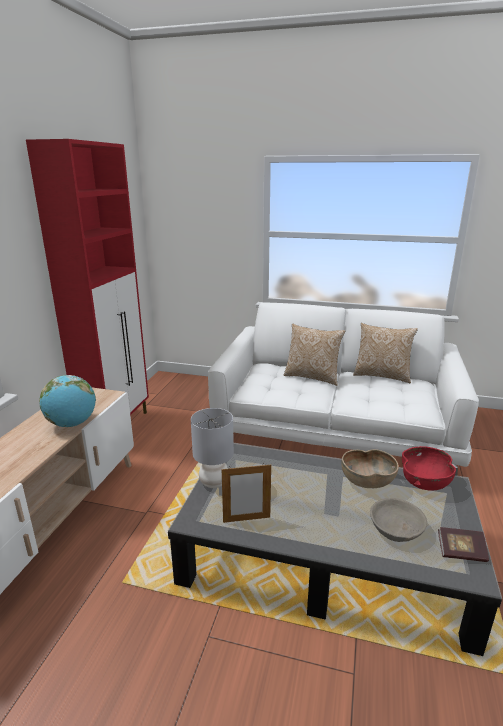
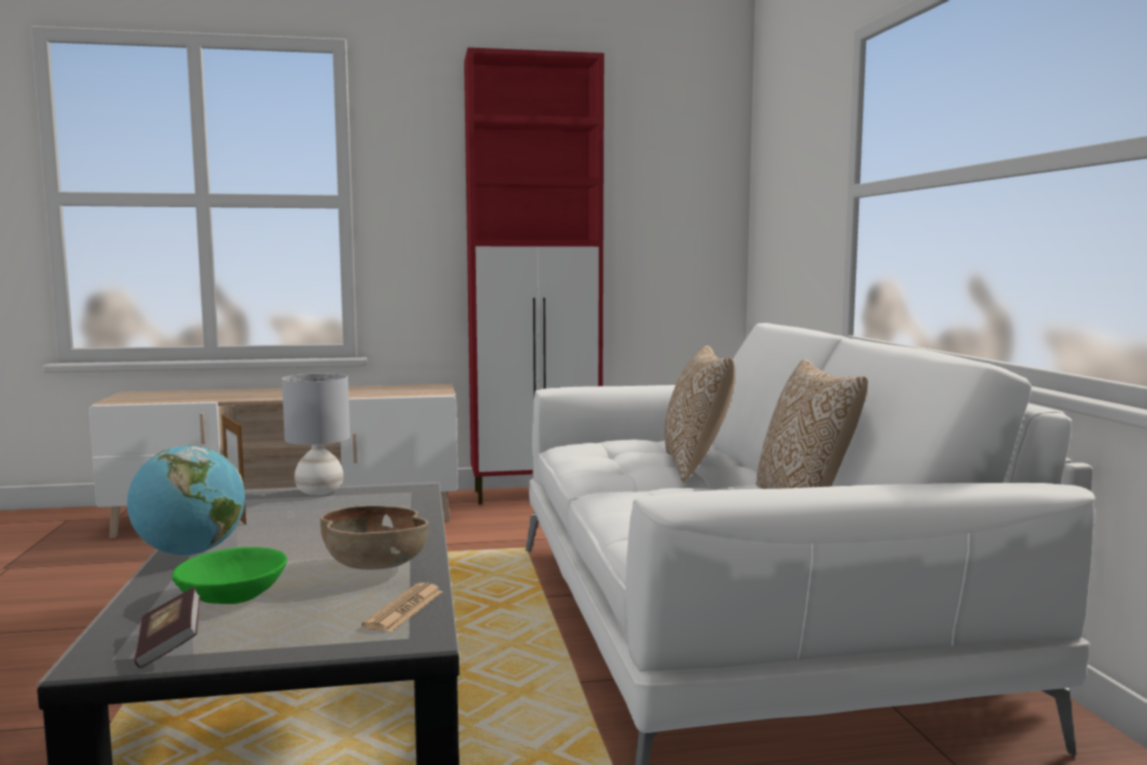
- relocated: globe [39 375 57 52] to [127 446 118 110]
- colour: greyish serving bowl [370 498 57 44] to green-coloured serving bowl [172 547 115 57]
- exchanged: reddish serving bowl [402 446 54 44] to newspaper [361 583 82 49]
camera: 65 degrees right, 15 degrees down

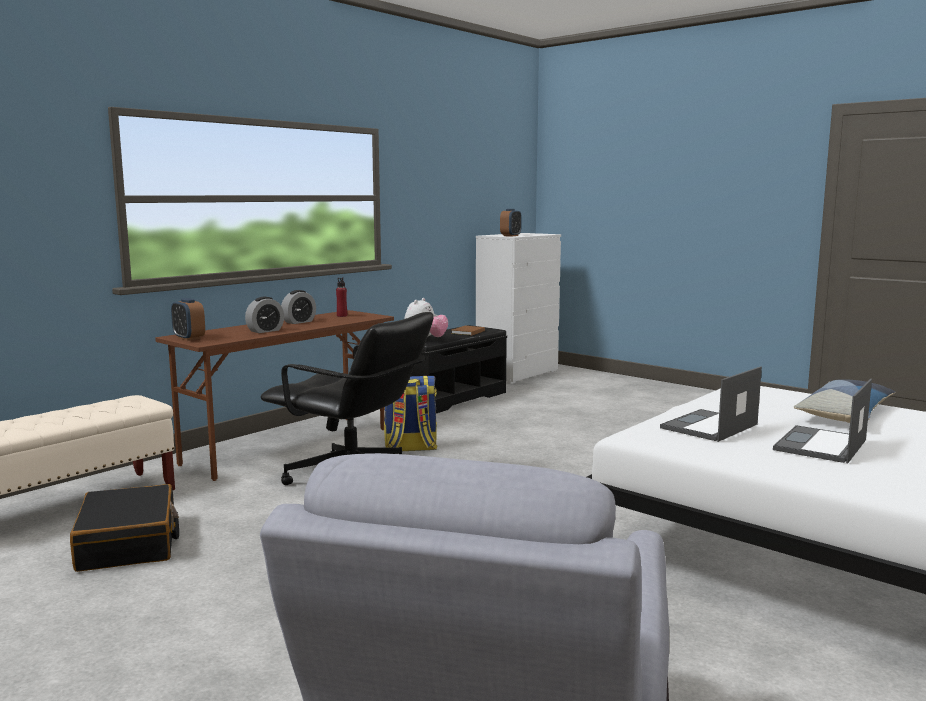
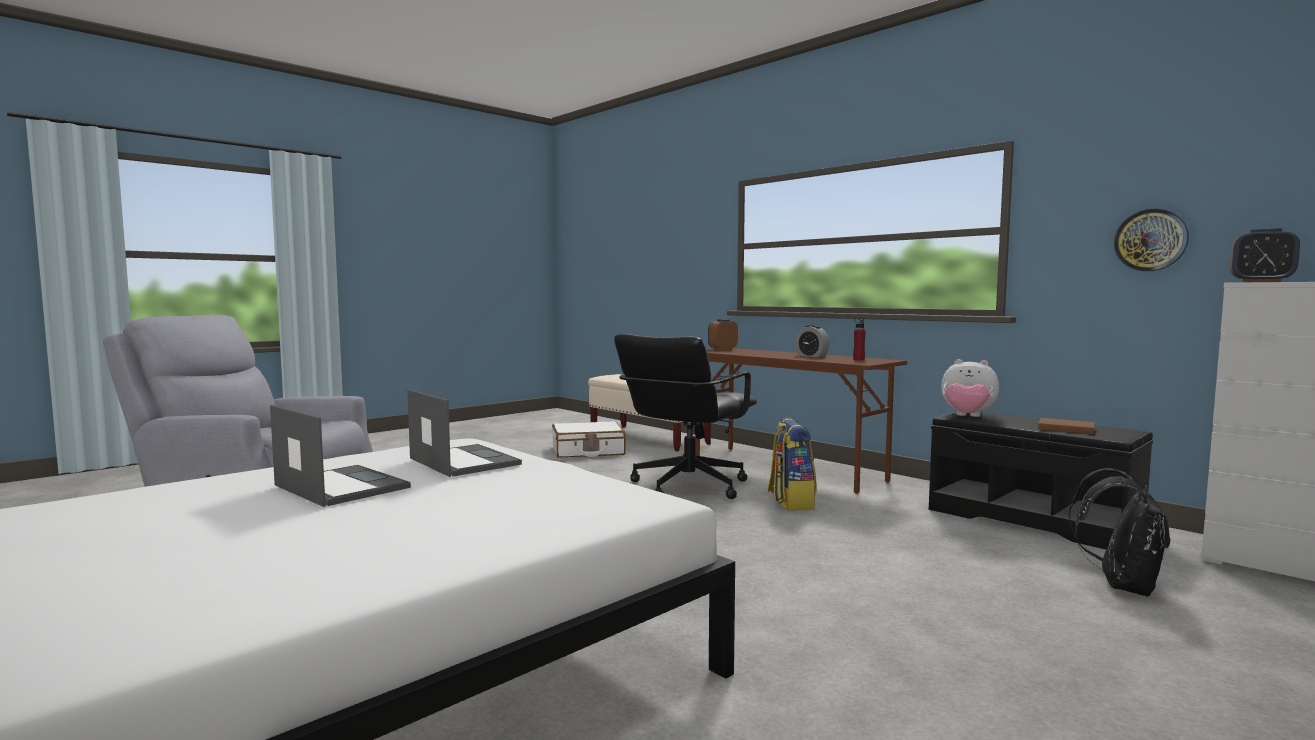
- colour: blackish travel case [70 484 109 88] to whitish travel case [552 421 74 37]
- missing: bedside clock [245 297 39 36]
- missing: cushion [794 379 102 44]
- appeared: blackish backpack [1069 468 101 129]
- appeared: clock on the wall [1114 209 75 63]
camera: 95 degrees right, 5 degrees down

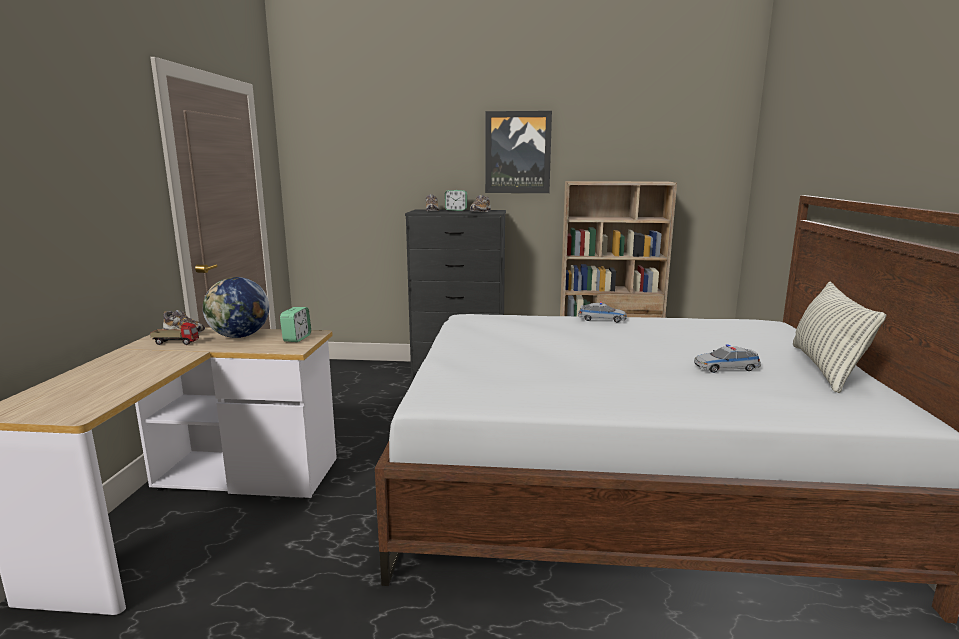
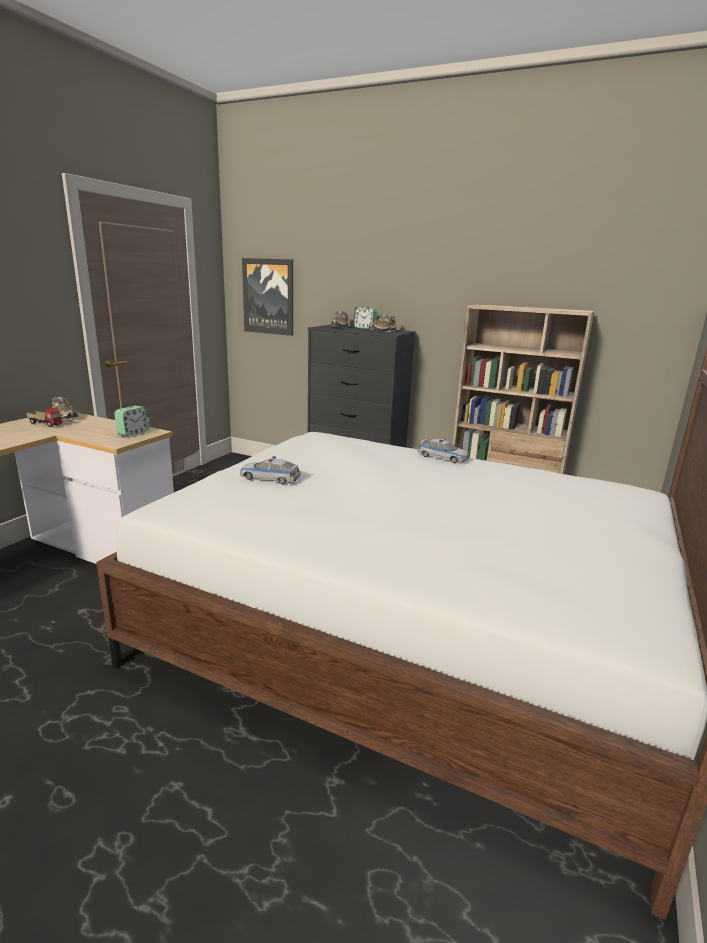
- missing: globe [203 277 66 61]
- relocated: picture [485 111 67 82] to [242 258 51 78]
- relocated: model car [694 344 67 29] to [240 456 61 28]
- missing: cushion [793 282 93 111]
camera: 20 degrees right, 5 degrees up

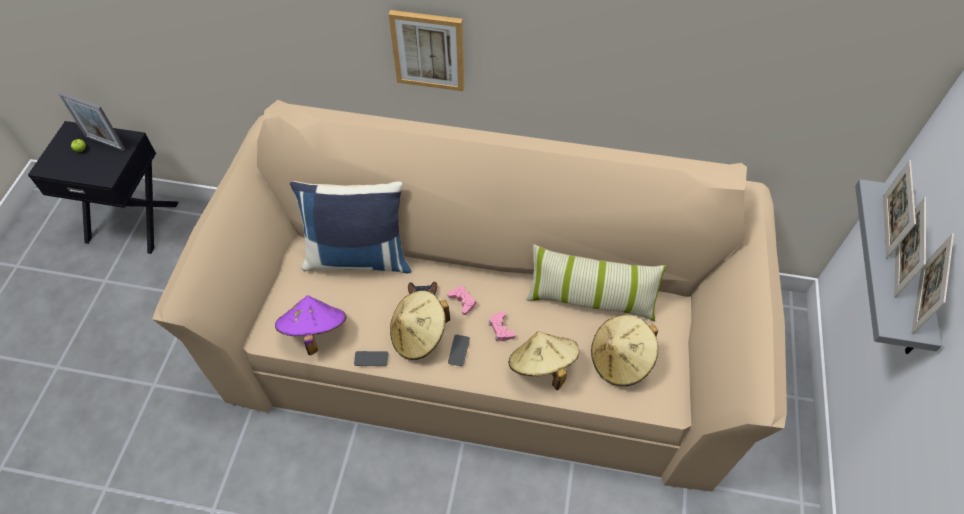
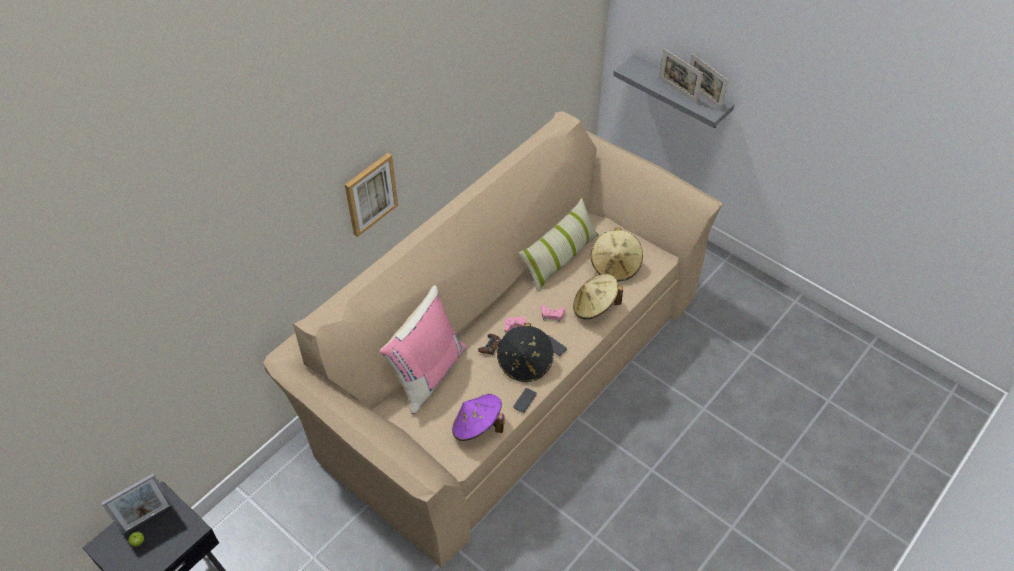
- colour: blue cushion [290 181 122 93] to pinkish cushion [380 285 87 129]
- colour: beige wearable hat [390 291 60 69] to blackish wearable hat [497 323 56 59]
- missing: standing frame [883 160 33 99]
camera: 60 degrees left, 5 degrees down

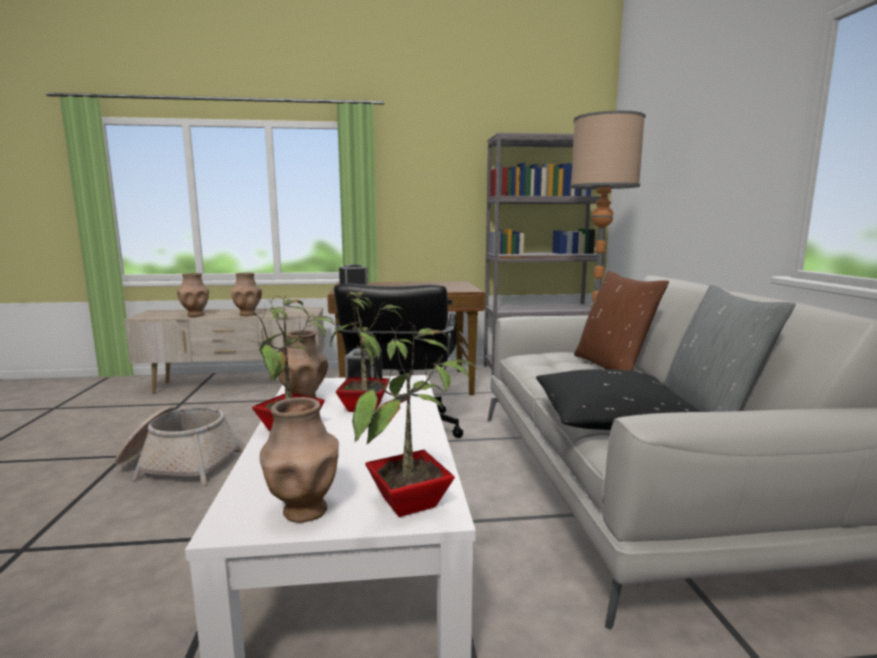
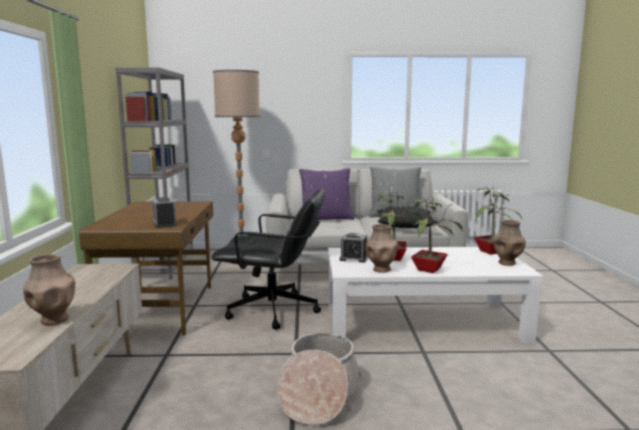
- missing: brown vase [231 273 31 43]
- colour: brown cushion [574 271 95 100] to purplish cushion [299 168 55 52]
camera: 85 degrees left, 0 degrees up

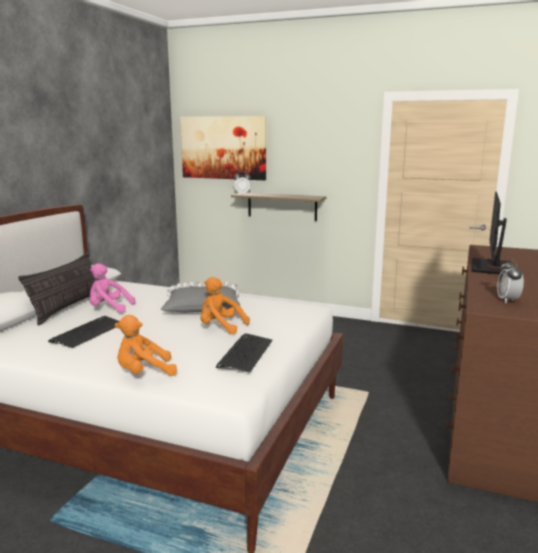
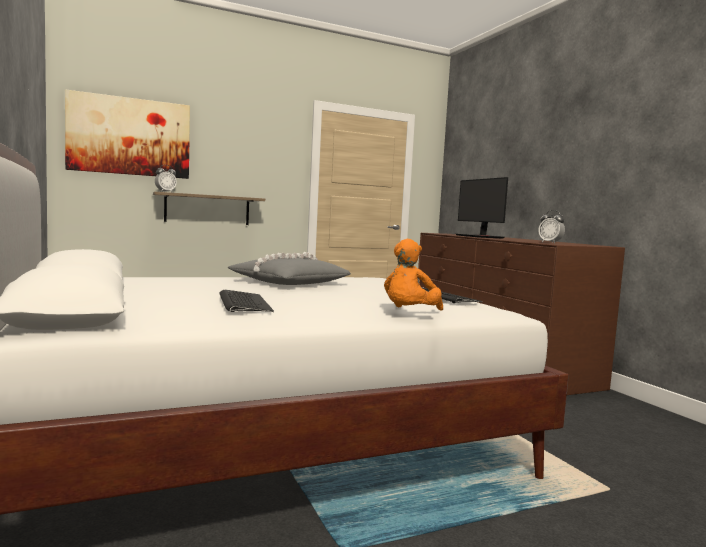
- missing: cushion [18 252 78 74]
- missing: pinkish soft toy [90 263 45 50]
- missing: orange-coloured soft toy [200 277 50 57]
camera: 45 degrees left, 10 degrees down

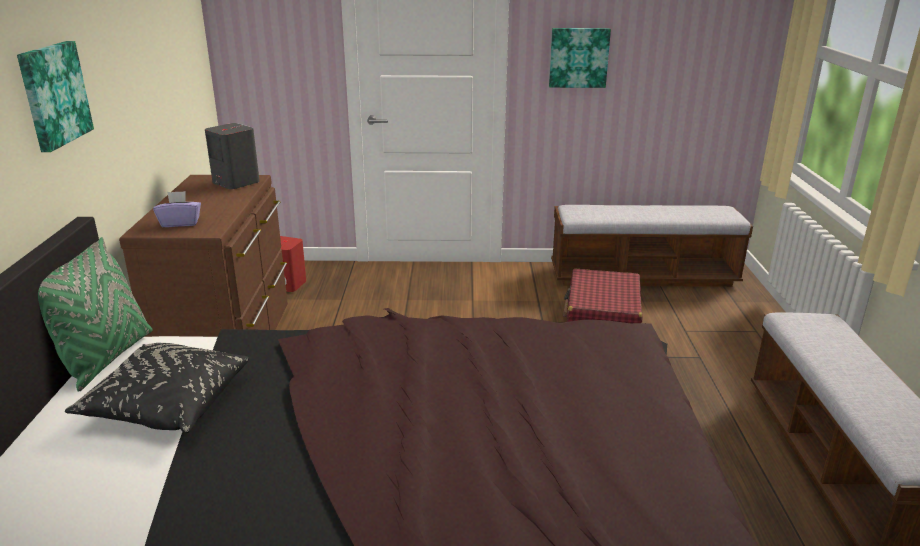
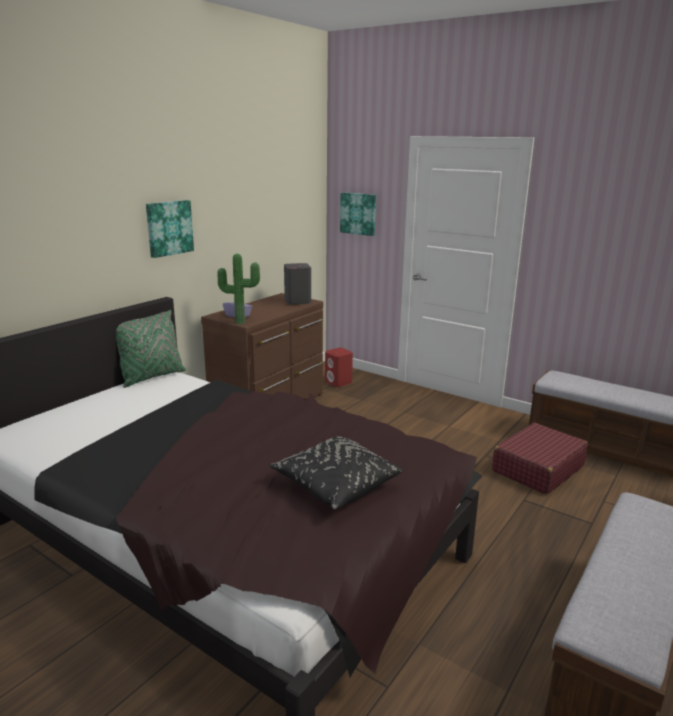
- relocated: blackish cushion [65 343 184 90] to [270 436 133 74]
- relocated: picture [549 28 62 60] to [340 192 36 44]
- appeared: potted plant [218 254 42 70]
camera: 35 degrees right, 5 degrees down

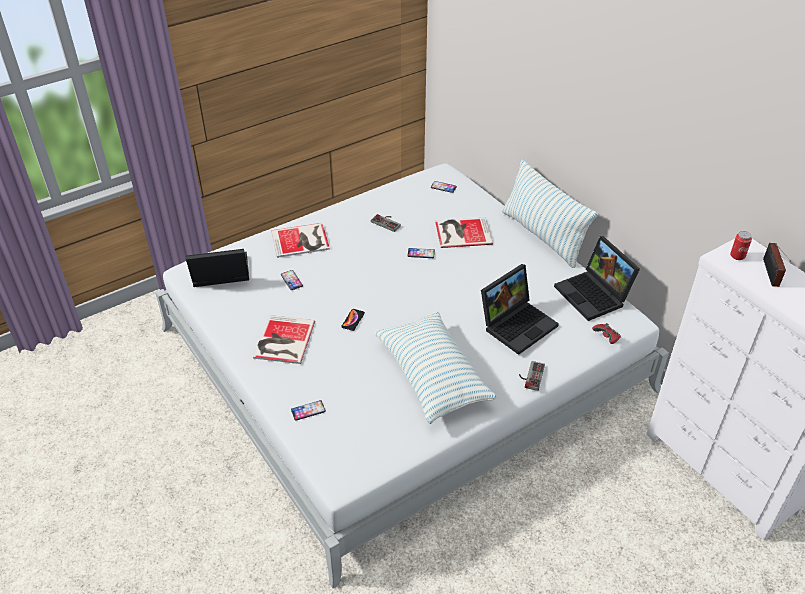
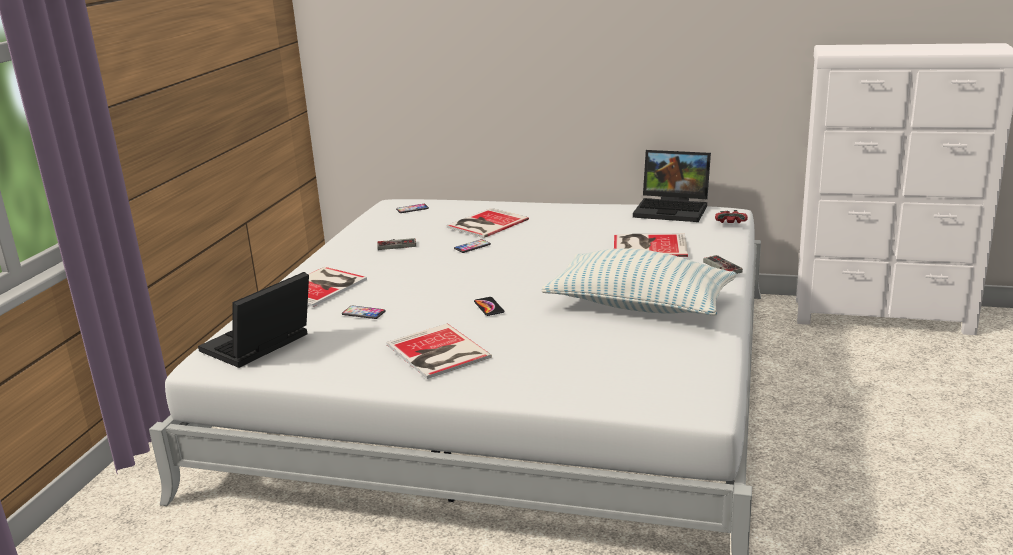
- missing: handset [291 400 35 21]
- exchanged: laptop [481 264 78 91] to bound book [614 234 74 23]
- missing: cushion [502 159 96 109]
- missing: can [730 231 22 29]
- missing: radio [763 243 28 44]
camera: 40 degrees left, 20 degrees down

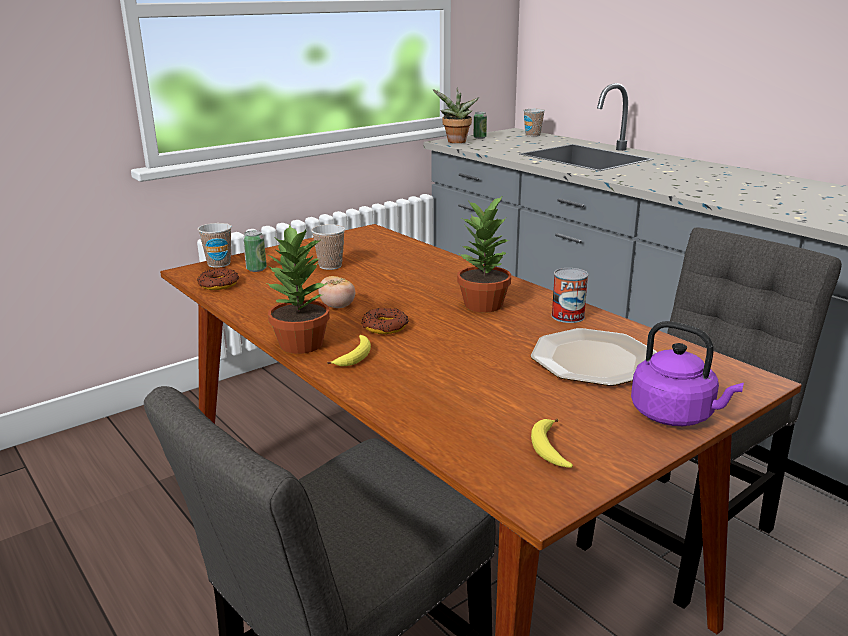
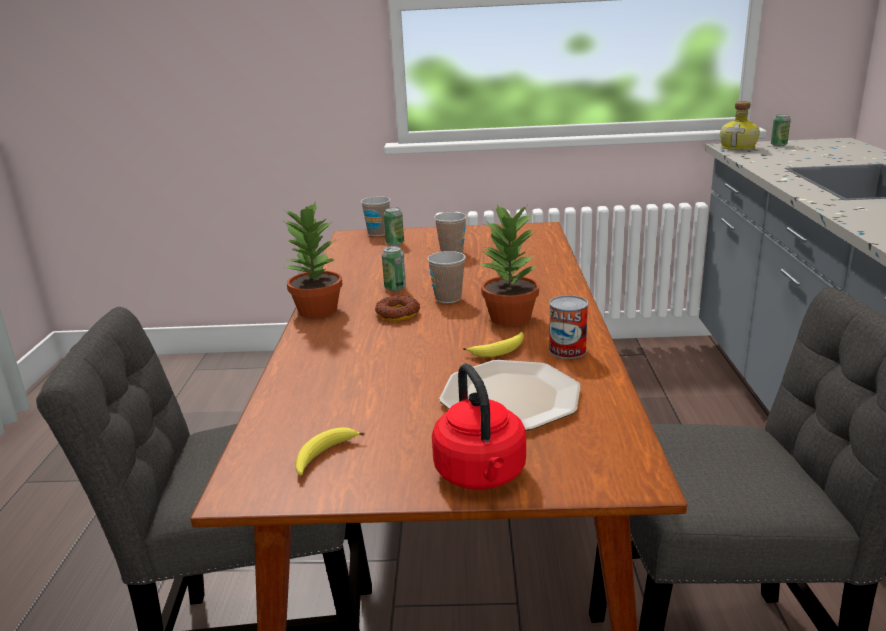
- missing: donut [197 268 42 22]
- exchanged: whole tomato [319 276 36 32] to can [382 246 24 45]
- relocated: banana [327 335 44 31] to [463 332 61 25]
- exchanged: potted plant [433 87 46 56] to drink bottle [720 101 40 49]
- relocated: cup [523 109 22 28] to [427 251 39 52]
- colour: purplish tea kettle [631 321 113 105] to reddish tea kettle [432 363 94 127]
camera: 40 degrees right, 0 degrees up

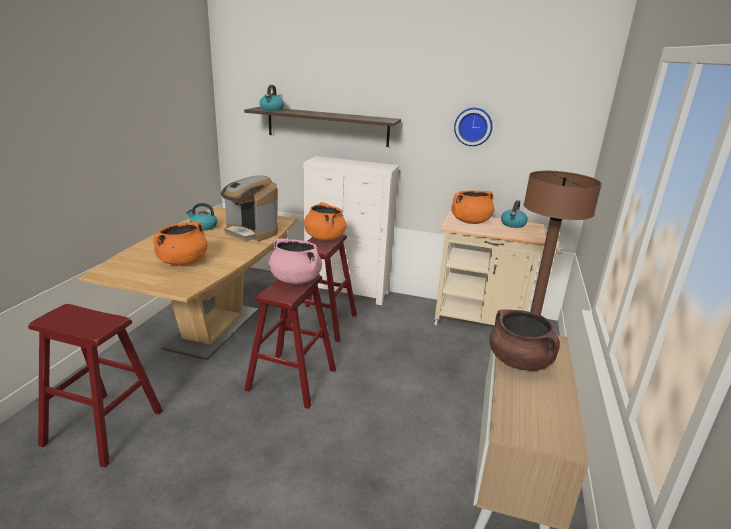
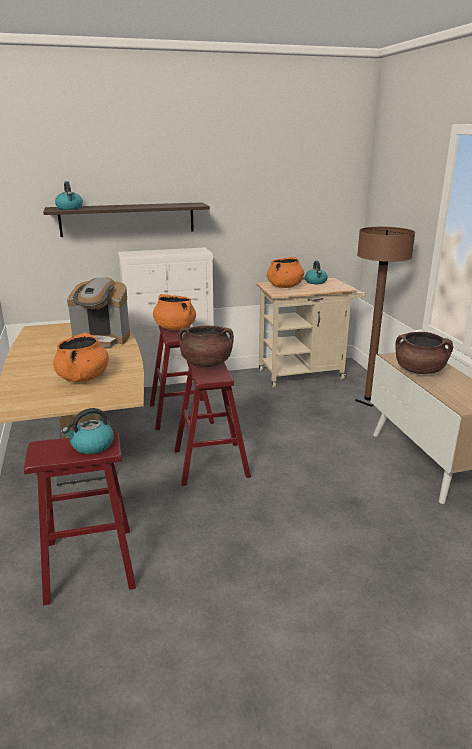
- relocated: tea kettle [186 203 32 27] to [62 408 52 46]
- colour: pinkish stockpot [268 238 54 46] to brown stockpot [178 325 56 42]
- missing: clock on the wall [454 108 39 38]
camera: 30 degrees left, 0 degrees up

